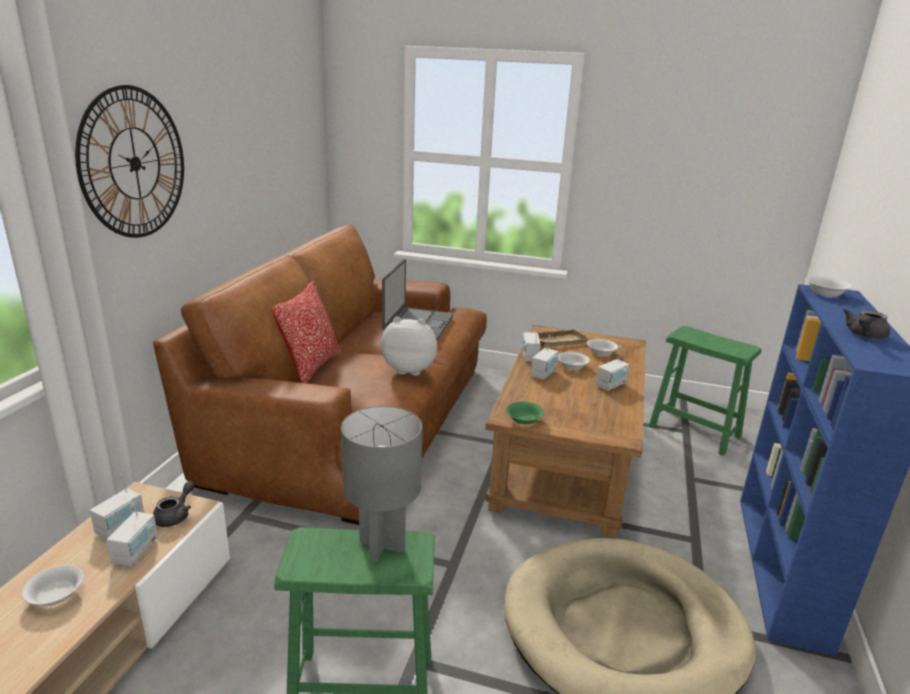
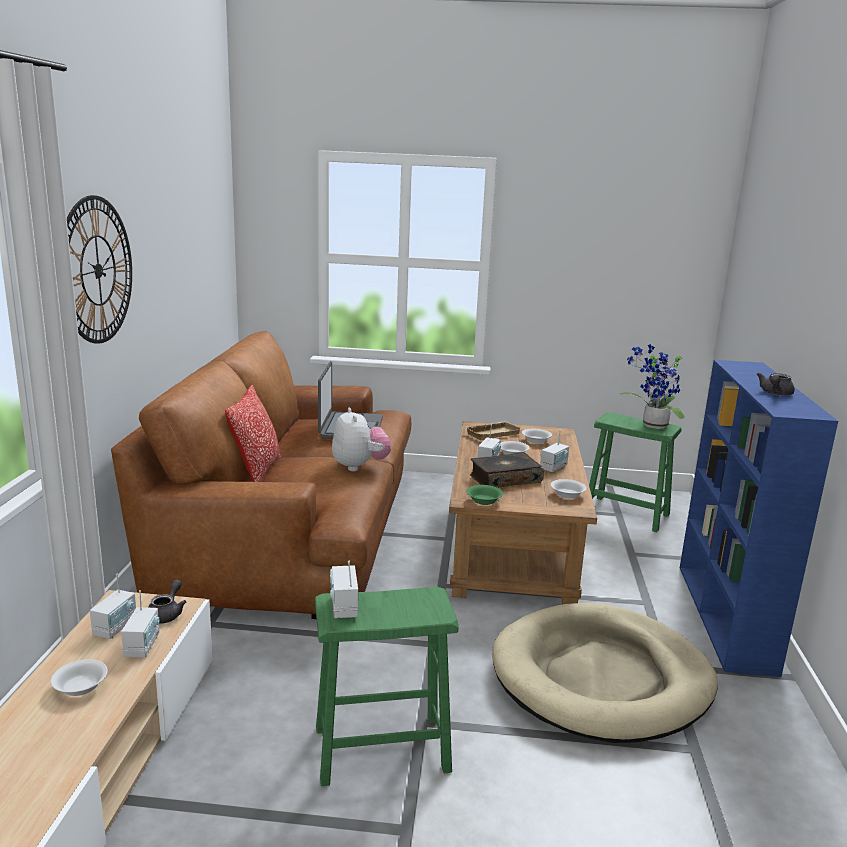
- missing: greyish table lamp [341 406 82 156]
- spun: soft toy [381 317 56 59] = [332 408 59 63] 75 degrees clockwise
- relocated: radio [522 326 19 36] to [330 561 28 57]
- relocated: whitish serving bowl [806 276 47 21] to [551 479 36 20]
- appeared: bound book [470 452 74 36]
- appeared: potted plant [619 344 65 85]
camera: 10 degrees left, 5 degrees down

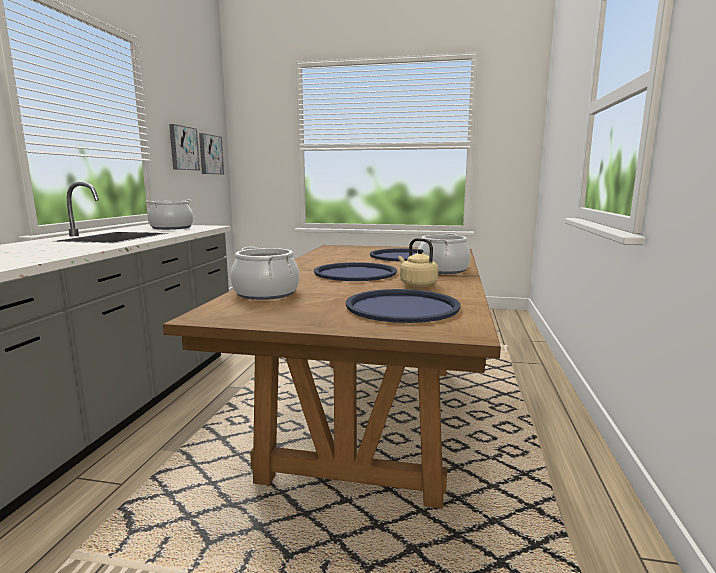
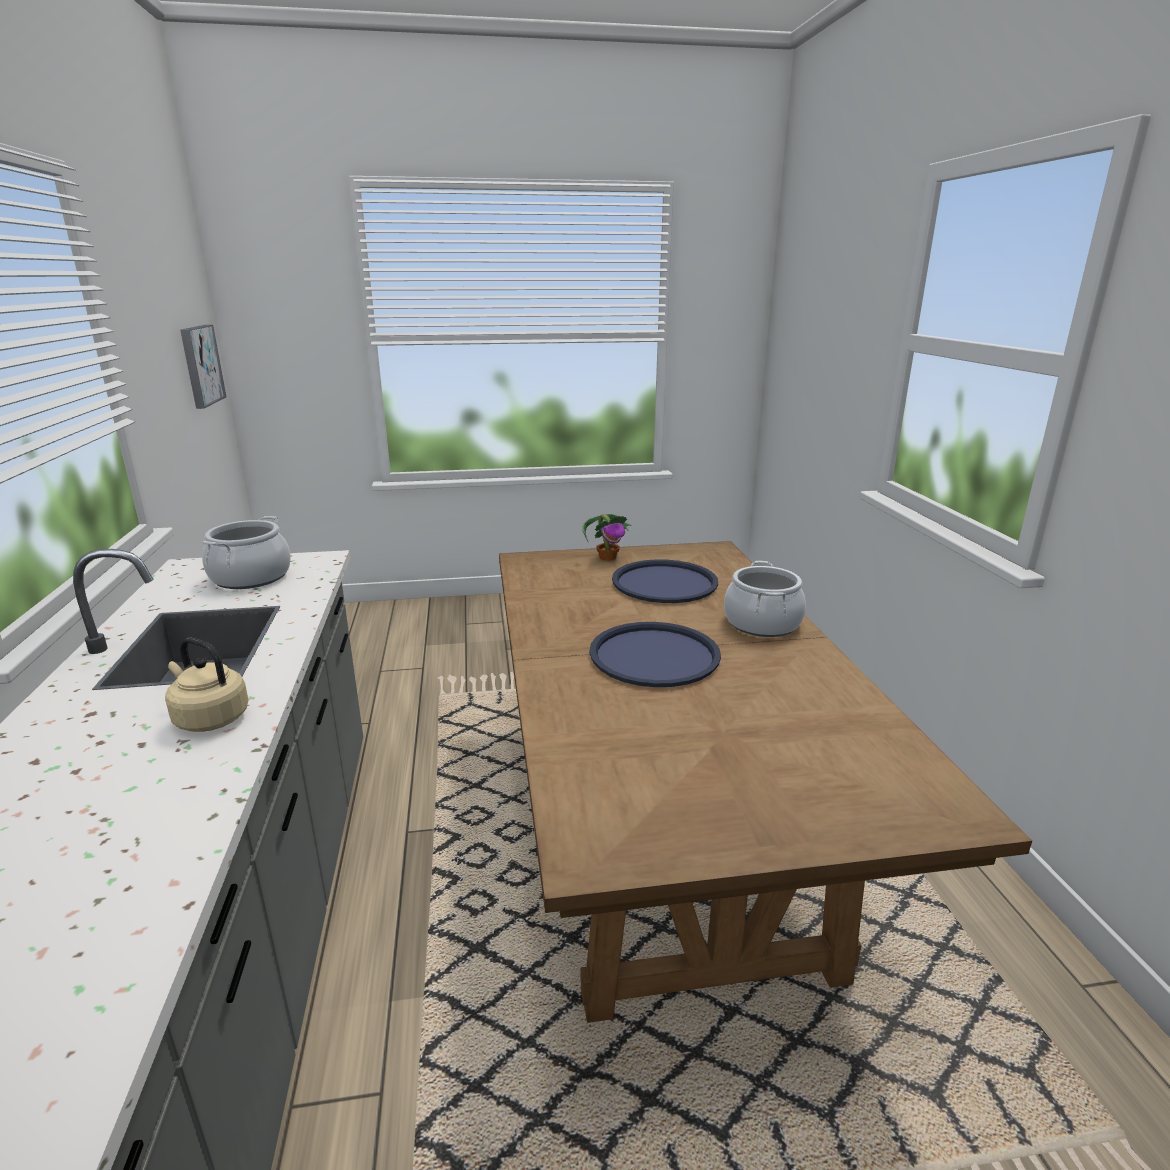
- missing: picture [169 124 31 47]
- missing: stockpot [231 246 68 54]
- missing: blue serving tray [346 289 114 34]
- relocated: beige tea kettle [398 238 40 49] to [165 638 83 94]
- appeared: potted plant [582 514 50 47]
camera: 20 degrees left, 10 degrees up

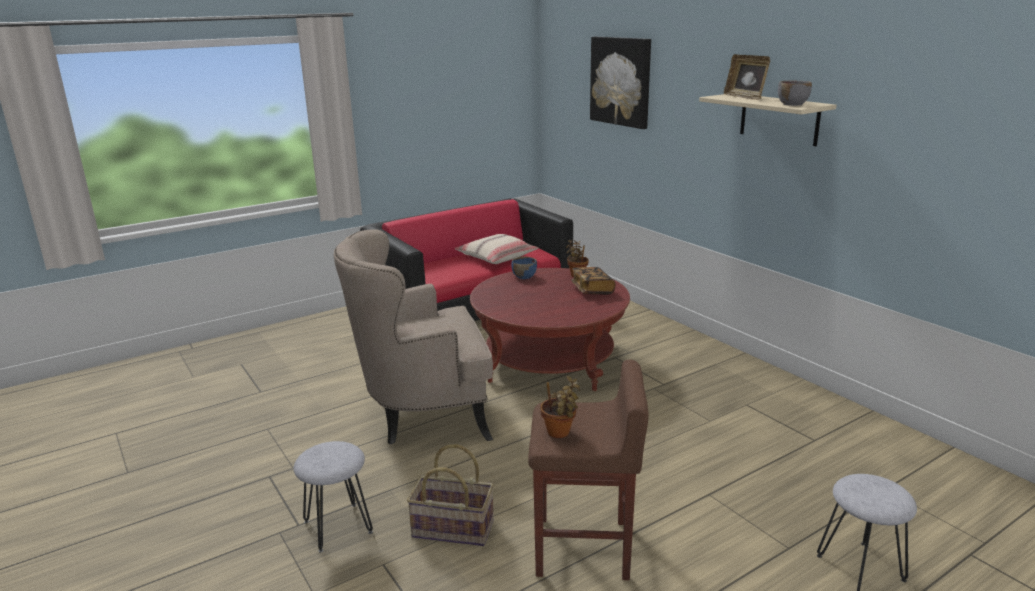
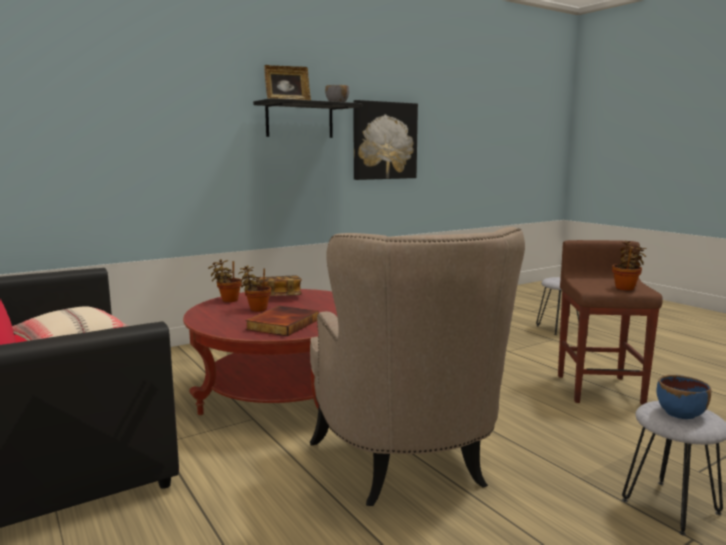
- missing: basket [407 444 87 102]
- relocated: blue serving bowl [512 257 25 22] to [656 375 55 44]
- relocated: picture [590 37 61 92] to [353 100 65 80]
- colour: beige wall shelf [699 94 138 52] to blackish wall shelf [253 98 110 40]
- appeared: potted plant [238 265 33 47]
- appeared: bound book [245 306 74 31]
camera: 90 degrees left, 10 degrees down

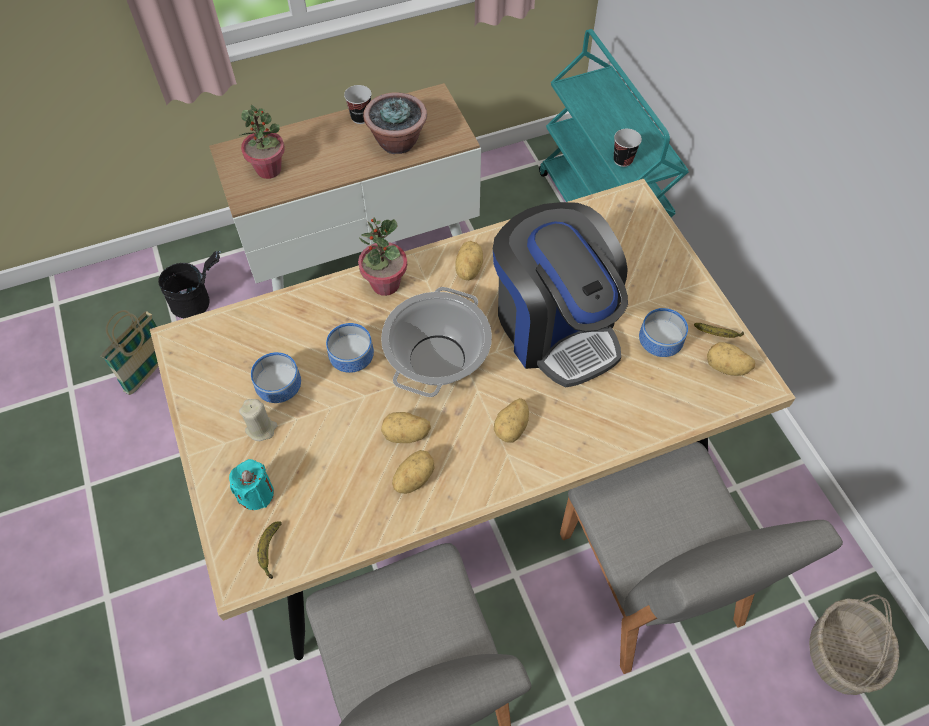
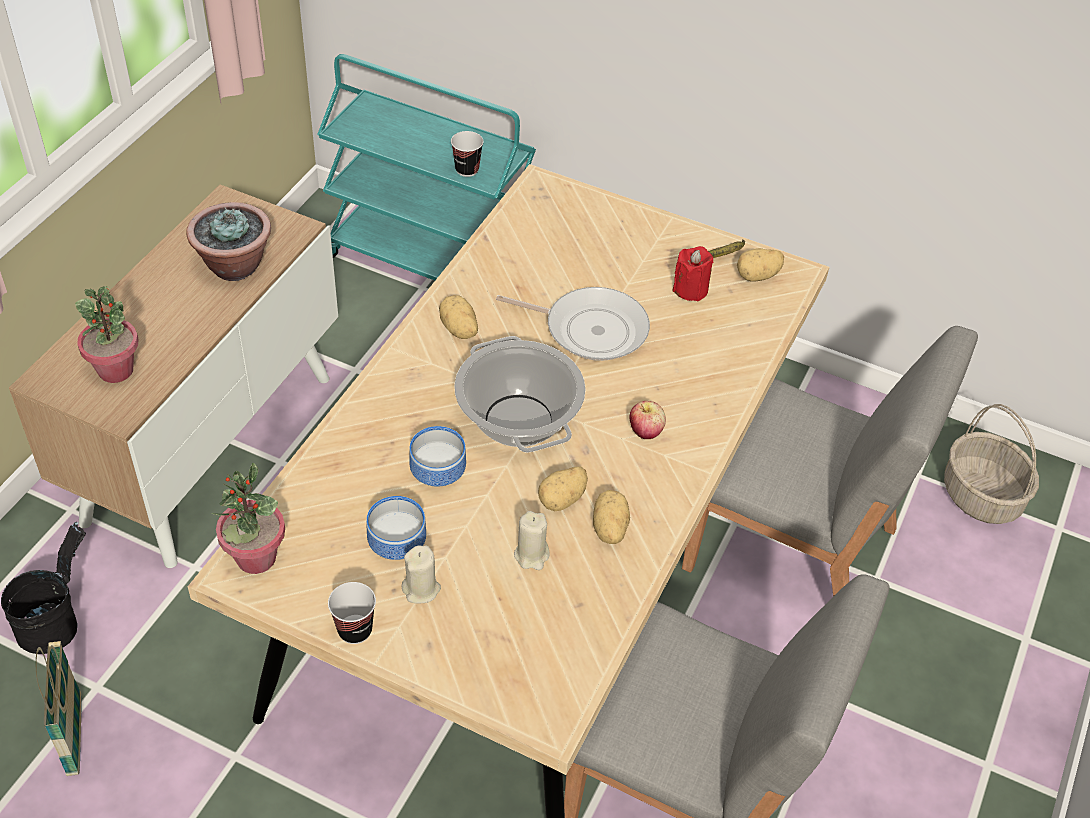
- missing: blue-green wax candle [229 459 45 51]
- missing: banana [257 521 25 58]
- relocated: cup [344 85 28 39] to [328 582 48 62]
- relocated: potted plant [358 217 49 79] to [212 463 73 111]
- exchanged: coffee brewer [493 202 135 185] to pan [496 287 154 74]
- exchanged: potato [494 398 35 45] to apple fruit [629 401 37 38]
- exchanged: serving bowl [639 308 49 49] to reddish wax candle [672 246 41 55]
- appeared: beige wax candle [514 511 36 59]
camera: 45 degrees left, 10 degrees down

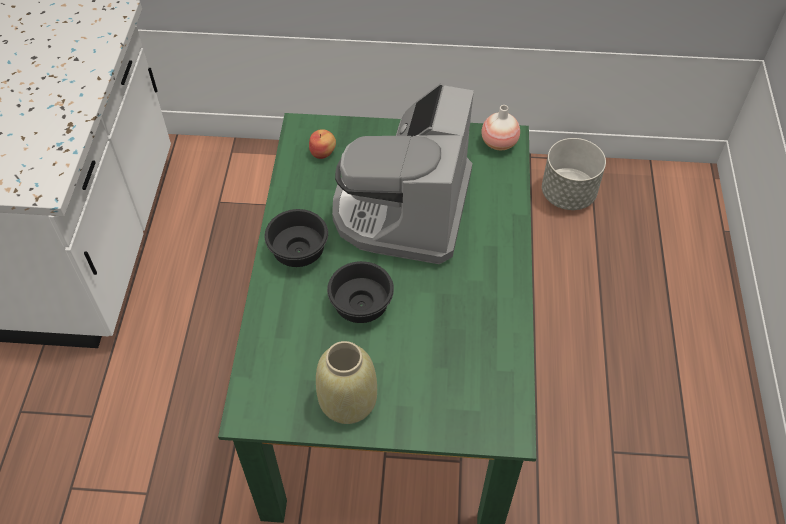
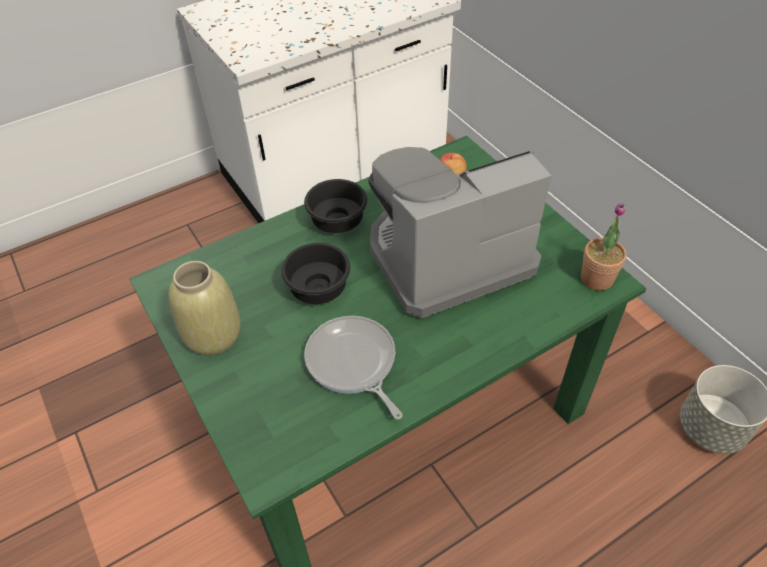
- exchanged: vase [481 105 39 45] to potted plant [581 203 45 88]
- appeared: pan [304 316 99 104]
camera: 55 degrees right, 5 degrees down

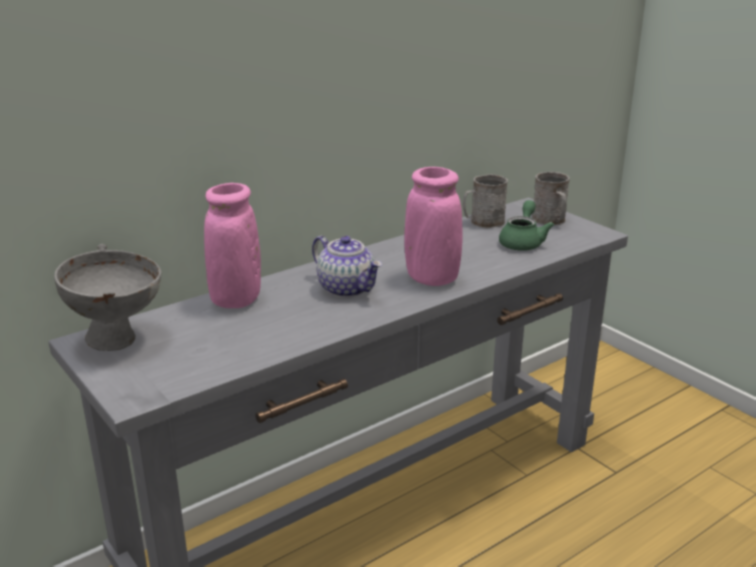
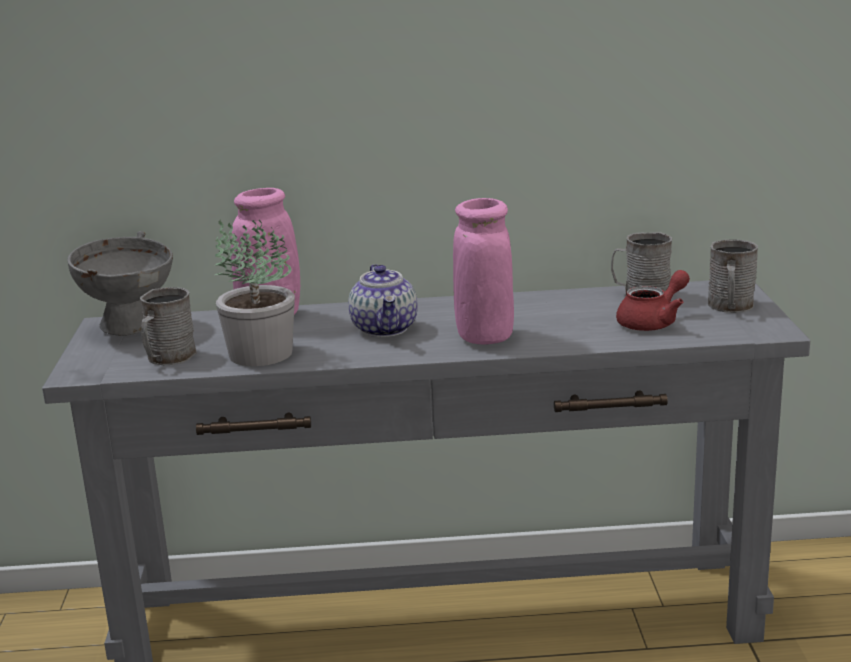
- colour: green-coloured teapot [499 200 55 51] to reddish teapot [616 270 74 61]
- appeared: greyish tea mug [140 287 57 78]
- appeared: potted plant [214 219 81 147]
camera: 35 degrees right, 5 degrees down

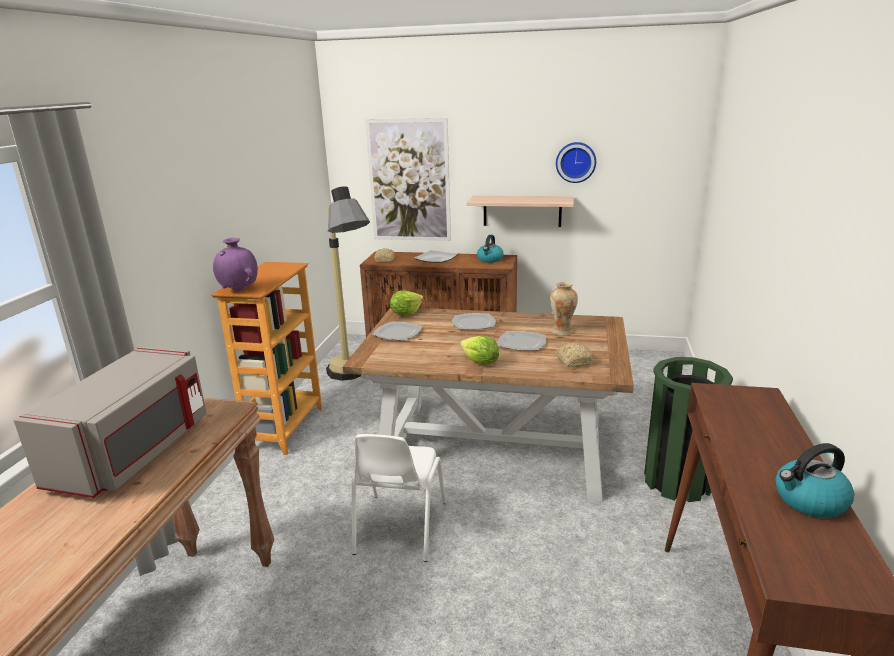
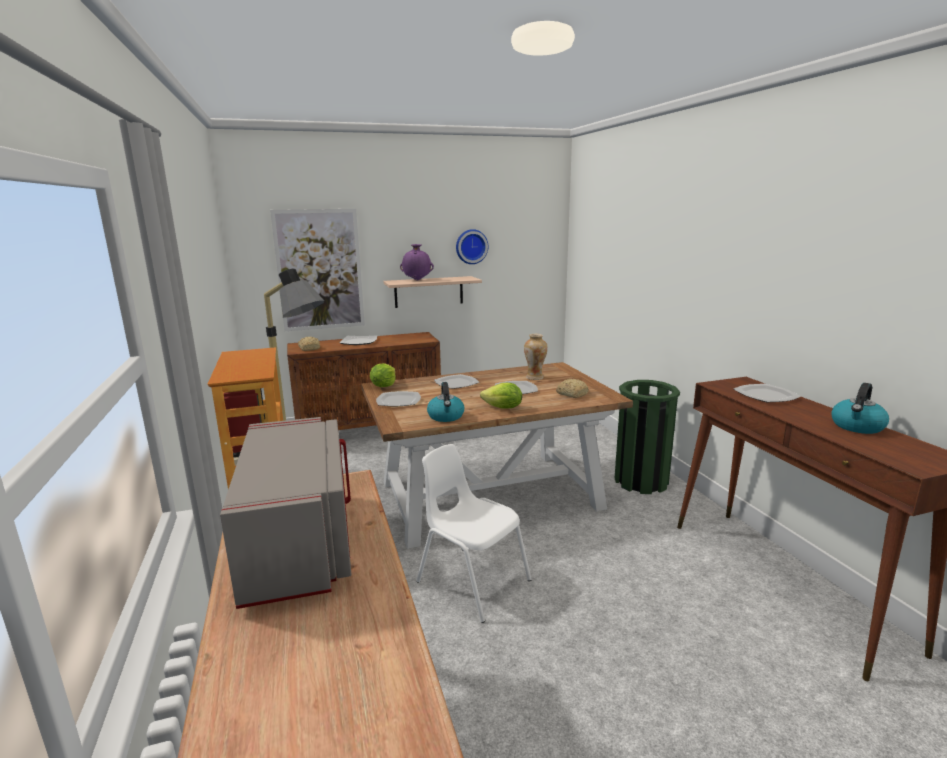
- relocated: purplish vase [213 238 45 53] to [400 244 34 37]
- spun: whitish chair [352 434 94 128] = [416 444 116 179] 150 degrees clockwise
- relocated: tea kettle [477 235 27 28] to [427 382 37 40]
- appeared: dinner plate [734 384 67 18]
camera: 30 degrees left, 5 degrees down

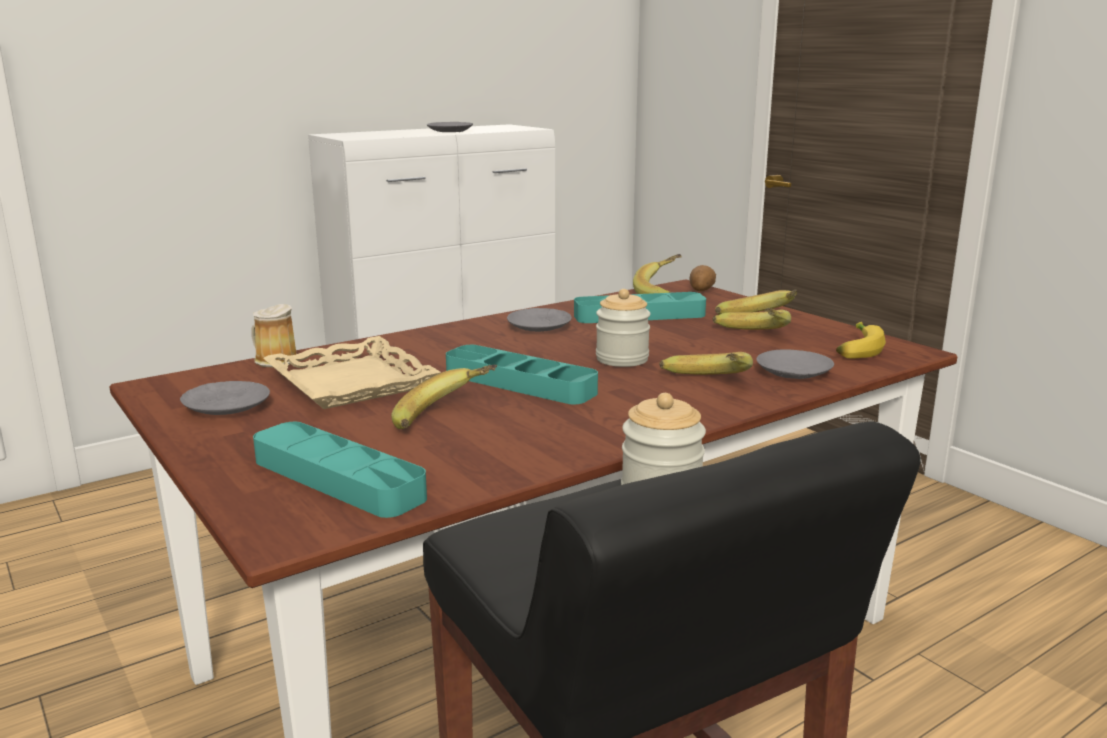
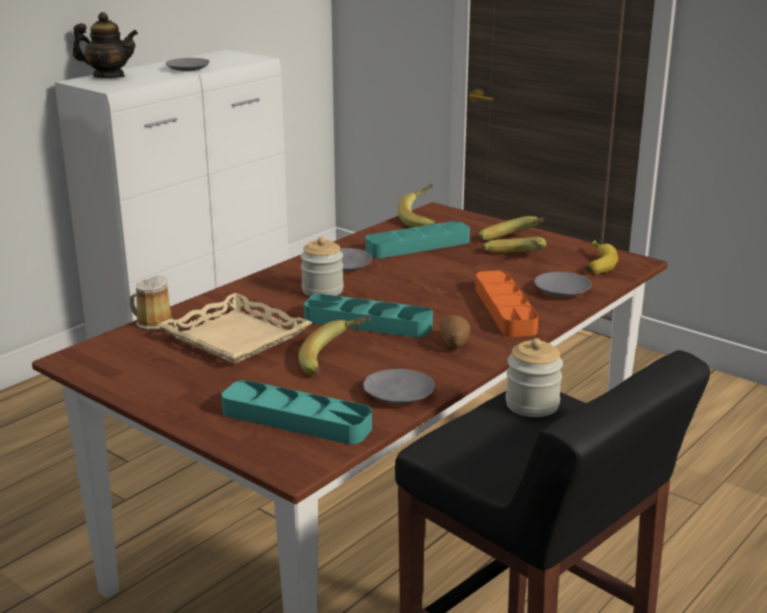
- relocated: greyish dinner plate [180 381 90 34] to [363 369 72 35]
- relocated: storage jar [596 289 55 78] to [301 237 43 60]
- exchanged: banana [659 352 94 23] to orange-coloured serving tray [475 271 63 66]
- relocated: potato [689 265 27 27] to [440 315 30 34]
- appeared: teapot [72 12 66 66]
camera: 15 degrees left, 5 degrees up

